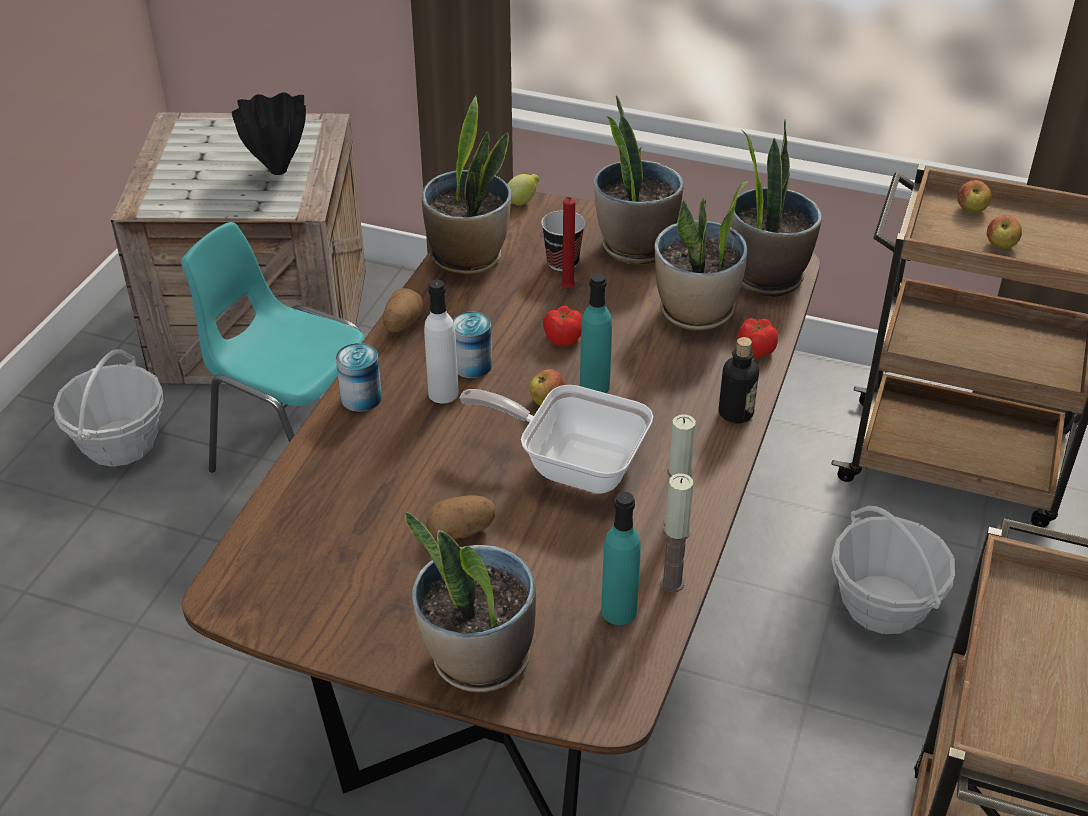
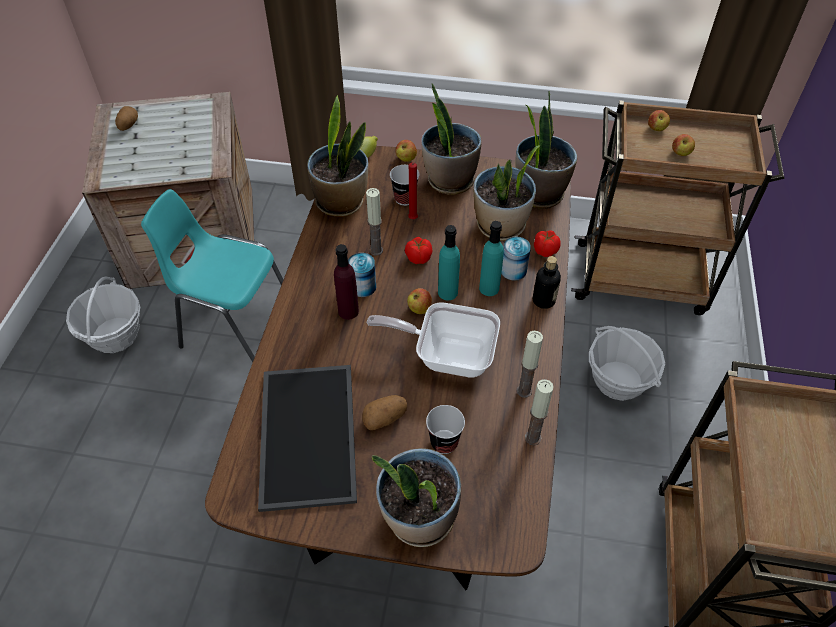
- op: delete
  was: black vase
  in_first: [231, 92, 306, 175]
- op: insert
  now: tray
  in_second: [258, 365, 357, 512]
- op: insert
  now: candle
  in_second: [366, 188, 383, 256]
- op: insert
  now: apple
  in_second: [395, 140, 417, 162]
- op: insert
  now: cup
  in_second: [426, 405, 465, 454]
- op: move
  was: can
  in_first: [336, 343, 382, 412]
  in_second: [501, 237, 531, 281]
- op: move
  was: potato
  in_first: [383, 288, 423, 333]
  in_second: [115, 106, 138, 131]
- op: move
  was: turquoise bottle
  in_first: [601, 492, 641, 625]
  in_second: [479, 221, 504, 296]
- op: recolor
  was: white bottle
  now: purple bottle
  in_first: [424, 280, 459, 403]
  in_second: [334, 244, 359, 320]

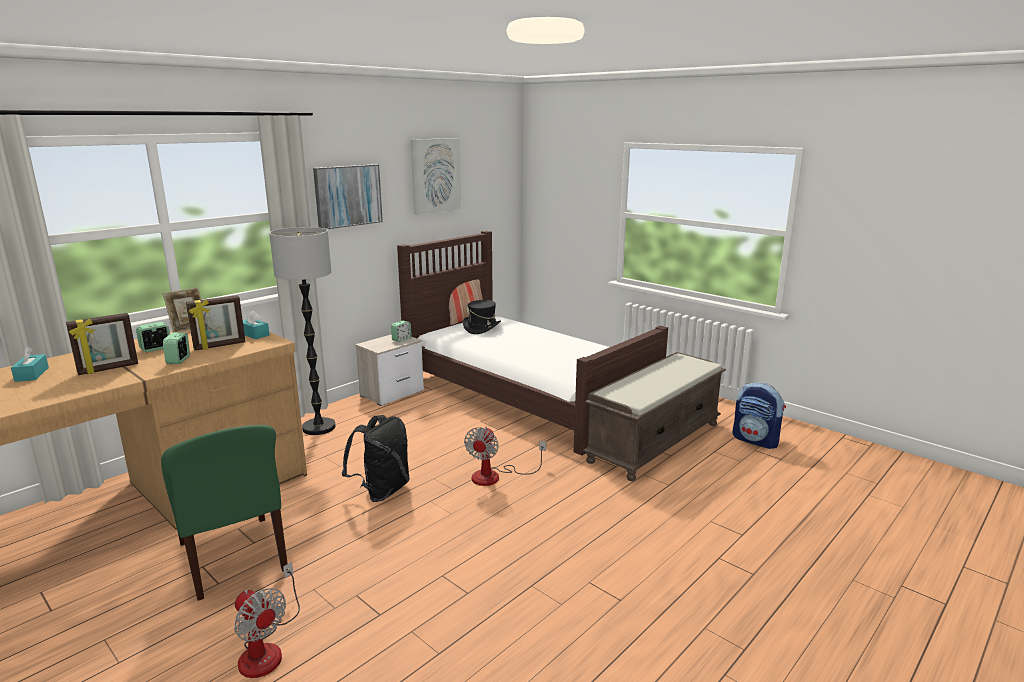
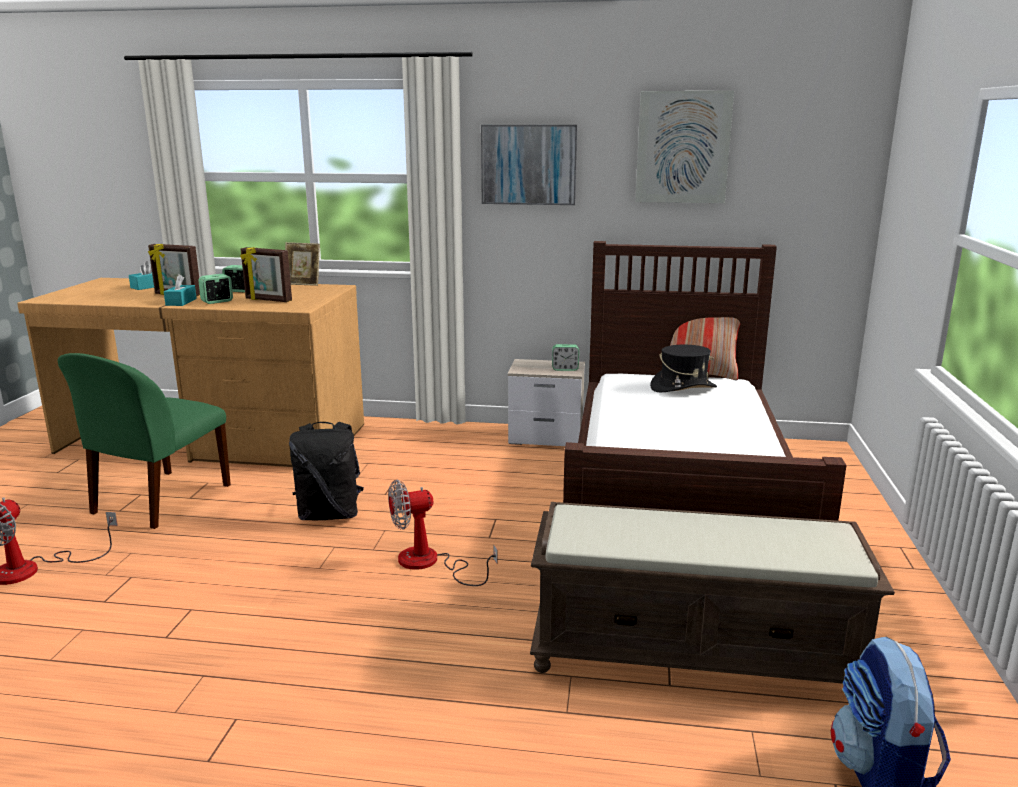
- op: delete
  was: floor lamp
  in_first: [269, 227, 336, 435]
- op: move
  was: turquoise tissue box
  in_first: [243, 310, 269, 339]
  in_second: [164, 274, 197, 306]

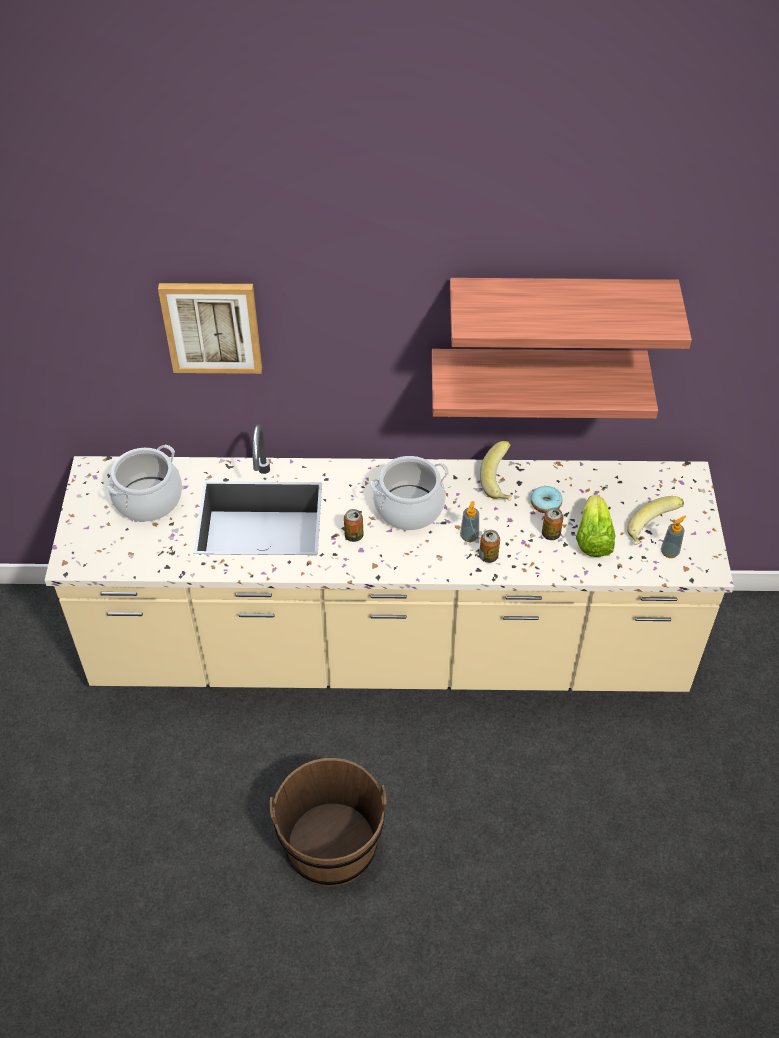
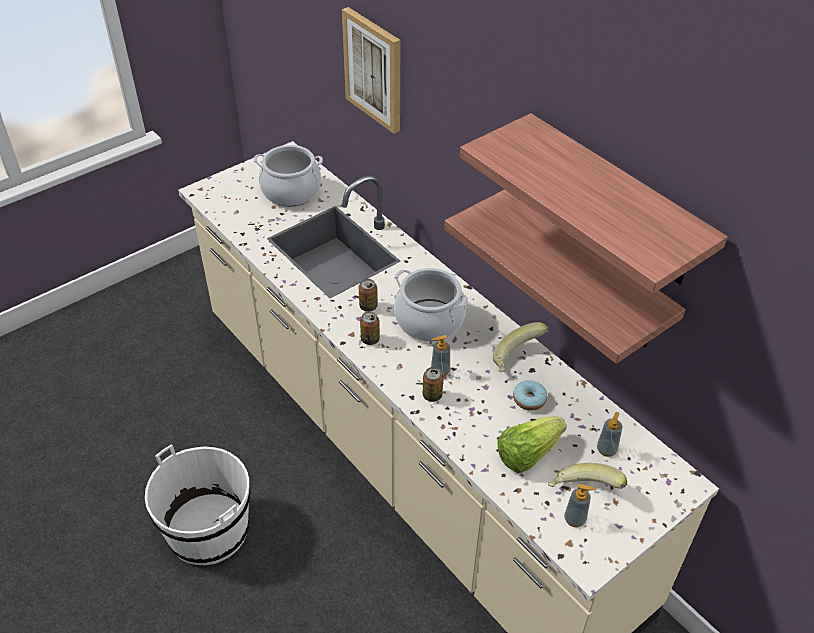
- op: insert
  now: soap dispenser
  in_second: [597, 412, 623, 457]
- op: move
  was: can
  in_first: [542, 508, 564, 540]
  in_second: [360, 311, 380, 345]
- op: recolor
  was: brown bucket
  now: white bucket
  in_first: [270, 758, 387, 887]
  in_second: [145, 444, 250, 565]

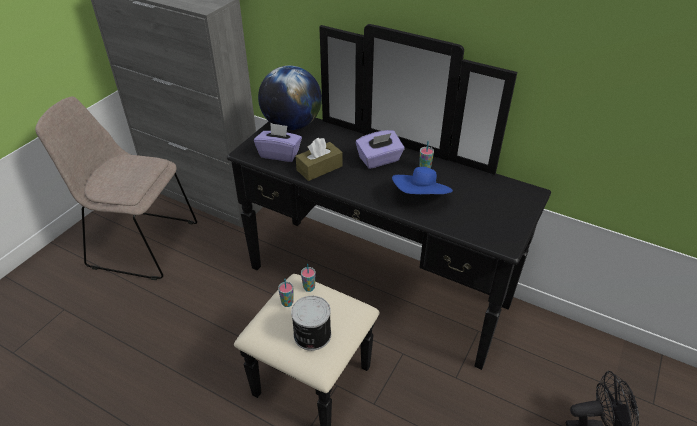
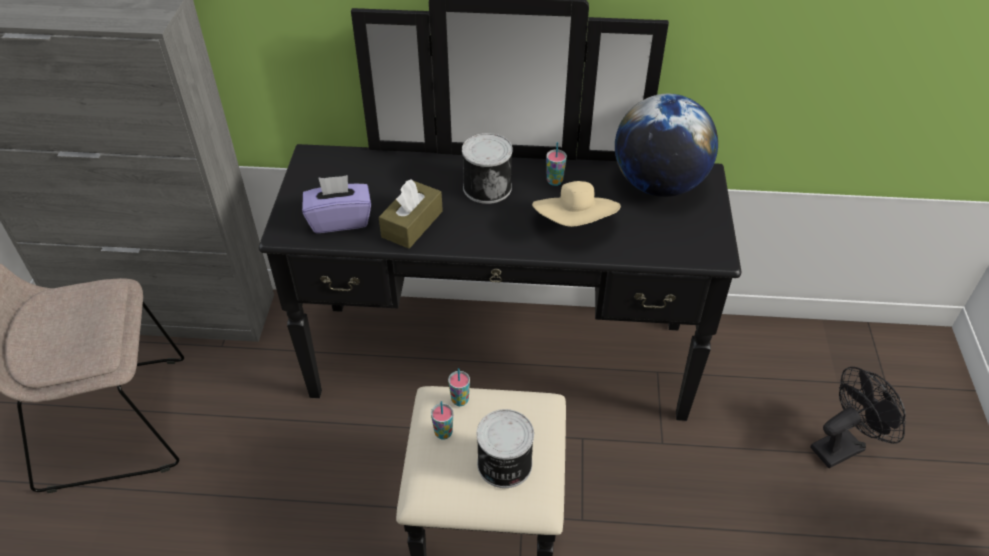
- op: move
  was: globe
  in_first: [258, 65, 322, 130]
  in_second: [615, 94, 718, 197]
- op: replace
  was: purple tissue box
  now: can
  in_first: [356, 130, 404, 169]
  in_second: [462, 133, 513, 204]
- op: recolor
  was: blue hat
  now: beige hat
  in_first: [392, 167, 453, 194]
  in_second: [532, 181, 621, 227]

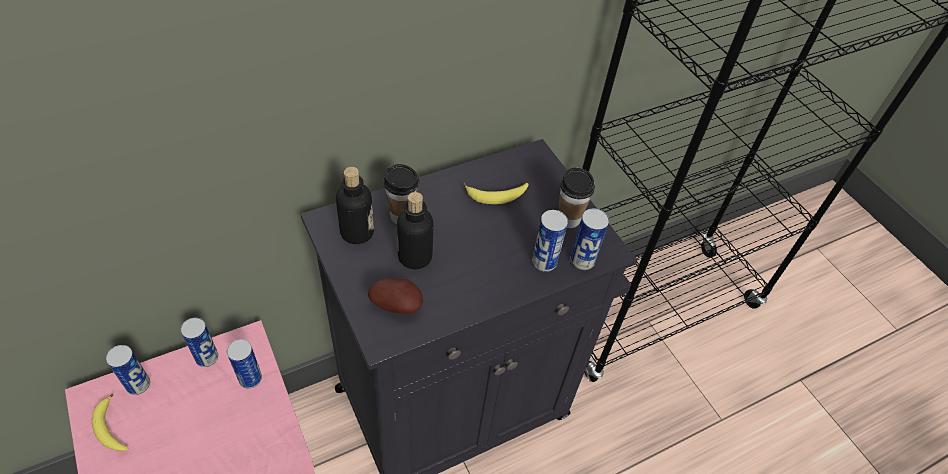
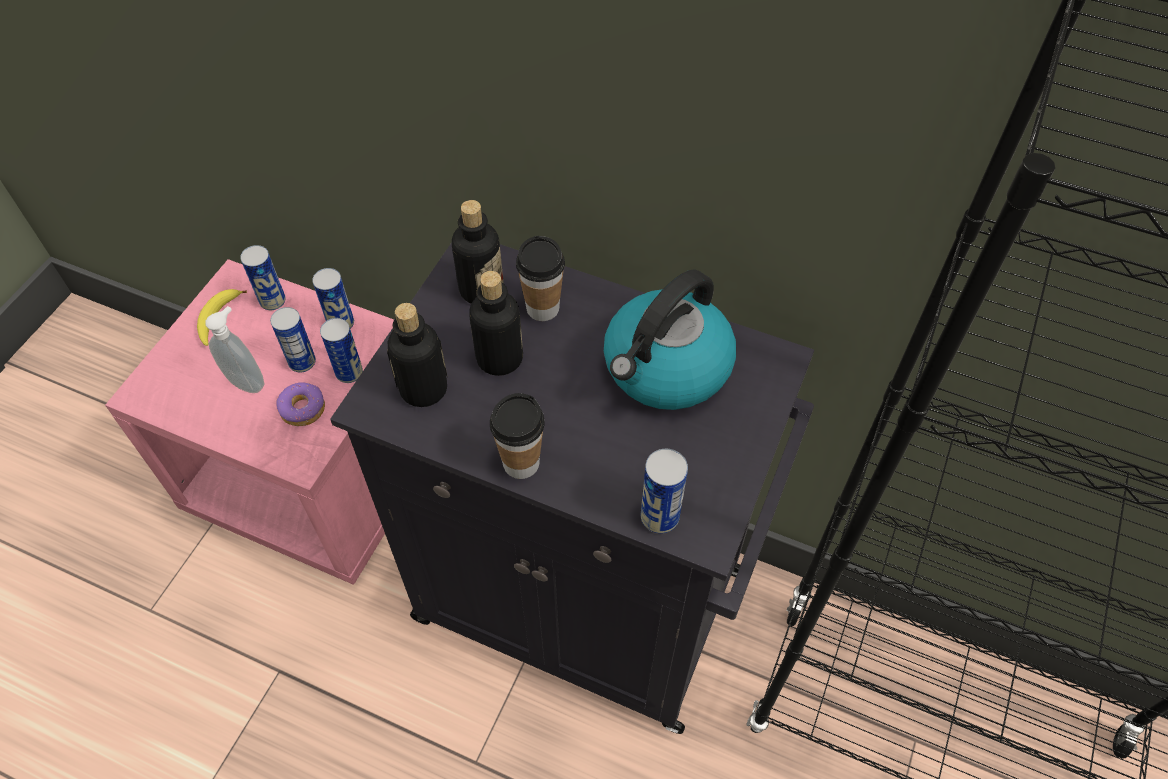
- op: insert
  now: soap dispenser
  in_second: [205, 306, 265, 393]
- op: insert
  now: donut
  in_second: [276, 382, 325, 426]
- op: move
  was: can
  in_first: [532, 210, 568, 272]
  in_second: [270, 307, 316, 373]
- op: move
  was: cup
  in_first: [558, 167, 595, 228]
  in_second: [490, 393, 545, 479]
- op: replace
  was: potato
  now: bottle
  in_first: [368, 277, 423, 314]
  in_second: [387, 303, 447, 407]
- op: replace
  was: banana
  now: kettle
  in_first: [463, 183, 529, 204]
  in_second: [604, 269, 736, 410]

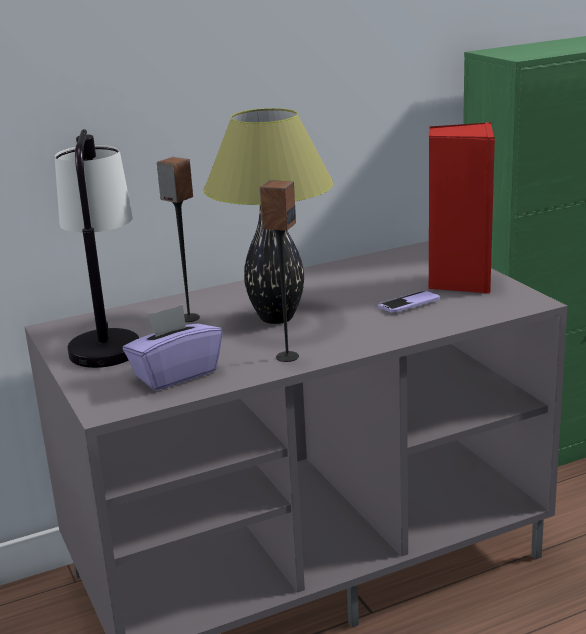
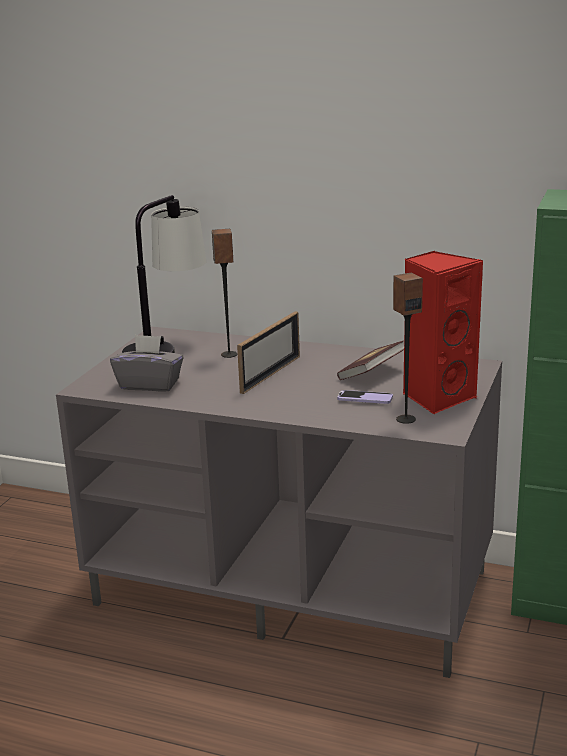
- op: insert
  now: book
  in_second: [337, 341, 404, 380]
- op: move
  was: speaker
  in_first: [260, 180, 299, 362]
  in_second: [393, 273, 423, 424]
- op: replace
  was: table lamp
  now: picture frame
  in_first: [203, 108, 334, 324]
  in_second: [237, 311, 300, 394]
- op: recolor
  was: purple tissue box
  now: grey tissue box
  in_first: [123, 305, 223, 391]
  in_second: [110, 335, 184, 392]

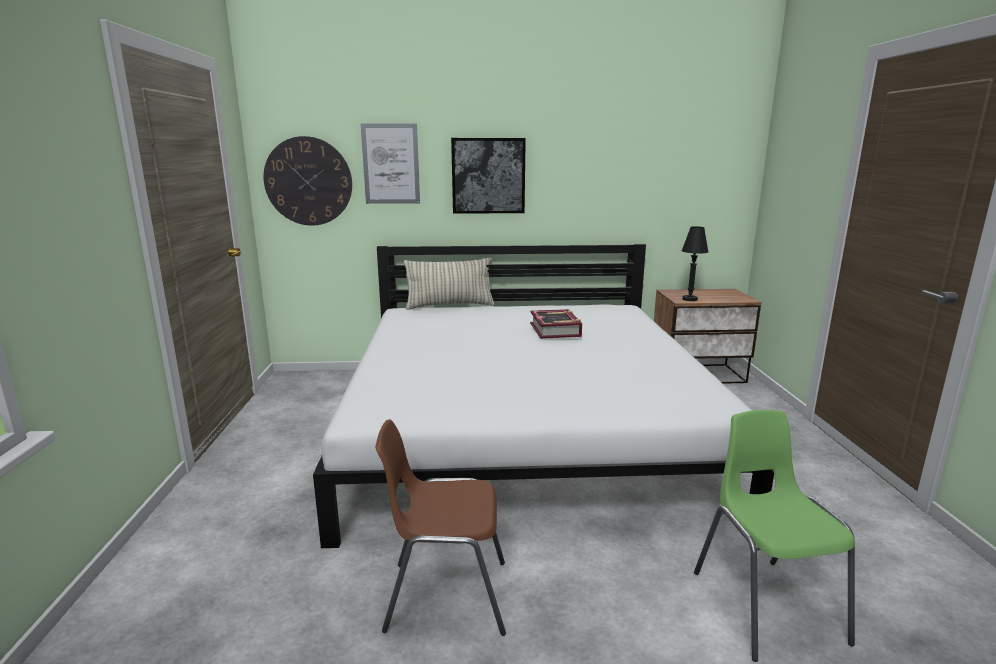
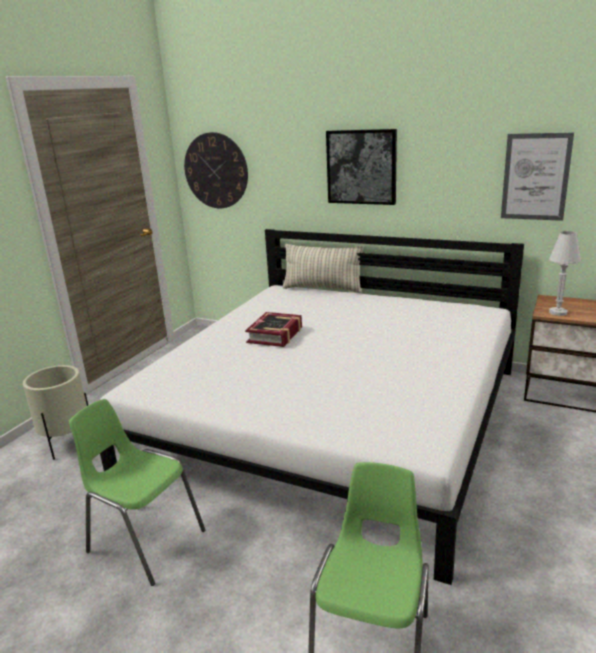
- op: insert
  now: beige planter
  in_second: [23, 365, 88, 460]
- op: move
  was: picture
  in_first: [361, 123, 420, 204]
  in_second: [501, 133, 574, 221]
- op: move
  was: book
  in_first: [530, 309, 582, 339]
  in_second: [245, 312, 302, 347]
- op: recolor
  was: brown chair
  now: green chair
  in_first: [375, 419, 506, 636]
  in_second: [69, 399, 205, 586]
- op: recolor
  was: black table lamp
  now: white table lamp
  in_first: [682, 226, 708, 301]
  in_second: [549, 231, 581, 316]

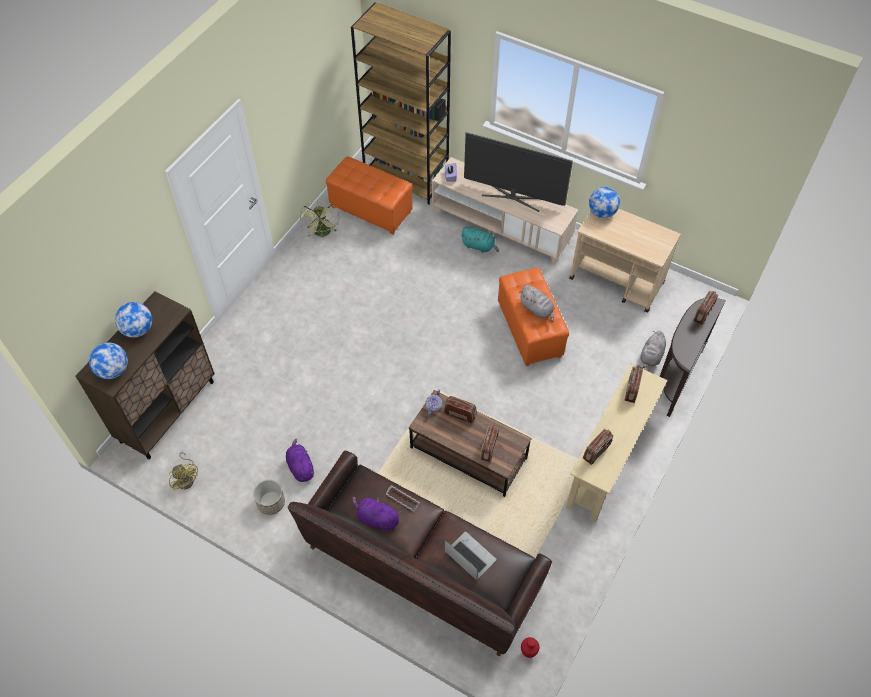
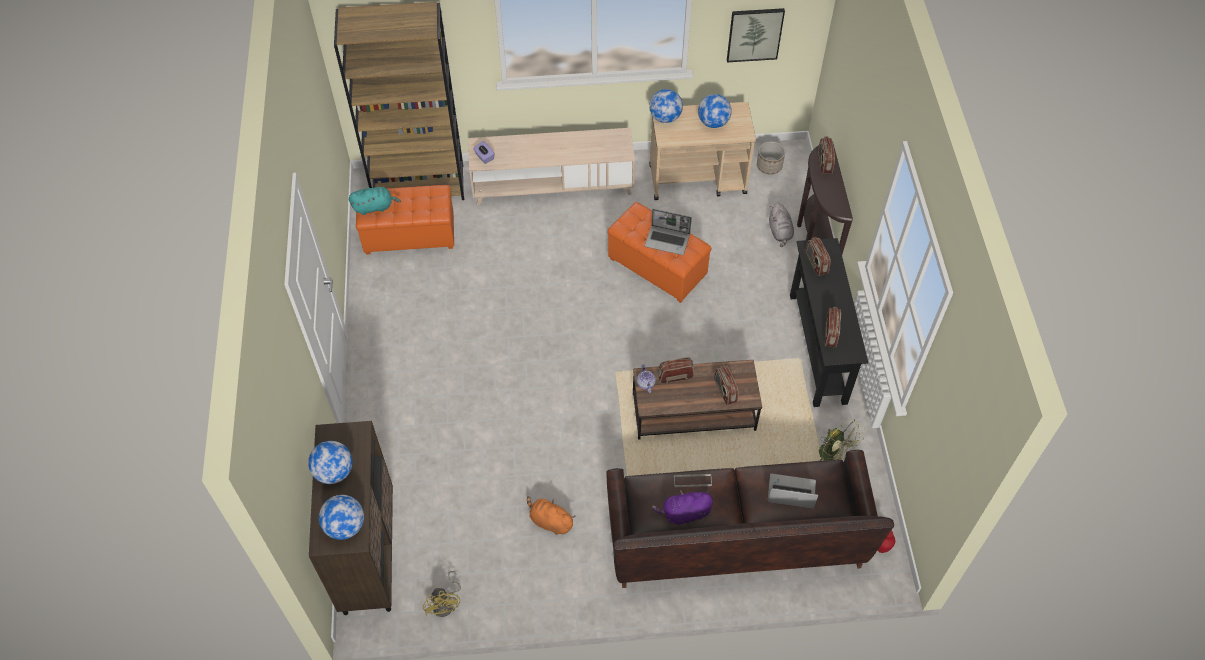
- op: delete
  was: television
  in_first: [464, 132, 573, 212]
- op: insert
  now: globe
  in_second: [698, 94, 732, 128]
- op: insert
  now: picture
  in_second: [727, 8, 785, 62]
- op: move
  was: planter
  in_first: [253, 480, 285, 515]
  in_second: [757, 141, 785, 175]
- op: move
  was: green fan
  in_first: [300, 201, 339, 237]
  in_second: [819, 419, 865, 461]
- op: move
  was: turquoise plush toy
  in_first: [461, 227, 499, 253]
  in_second: [349, 187, 401, 215]
- op: replace
  was: grey plush toy
  now: laptop
  in_first: [519, 285, 554, 323]
  in_second: [645, 209, 692, 255]
- op: recolor
  was: purple plush toy
  now: orange plush toy
  in_first: [286, 438, 315, 482]
  in_second: [527, 496, 576, 535]
- op: recolor
  was: beige console table
  now: black console table
  in_first: [566, 364, 668, 523]
  in_second: [790, 238, 868, 407]
- op: rotate
  was: yellow fan
  in_first: [169, 452, 198, 491]
  in_second: [423, 571, 461, 617]
  clockwise: 60

